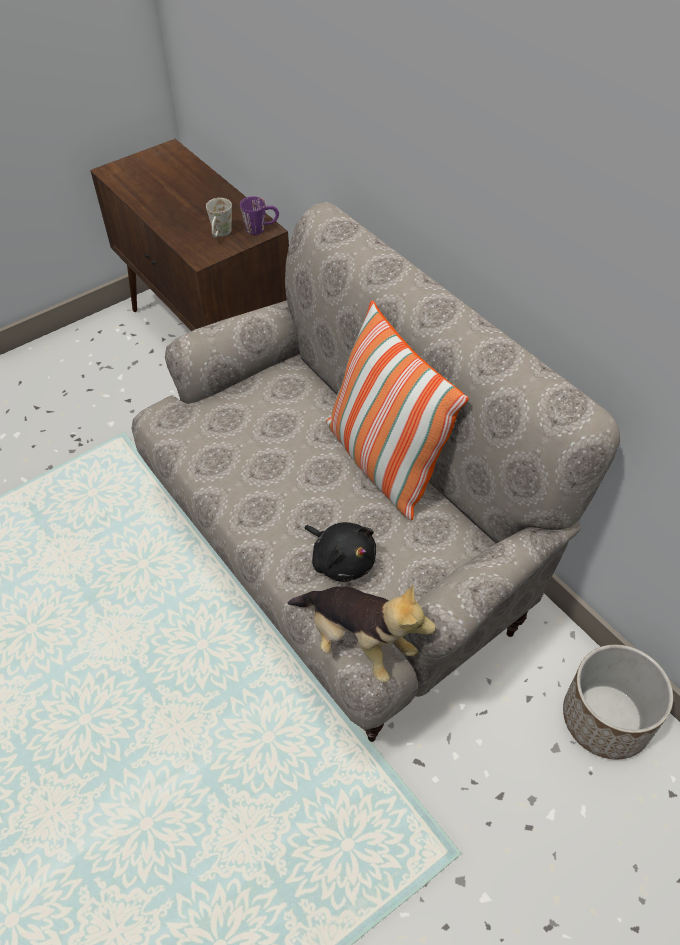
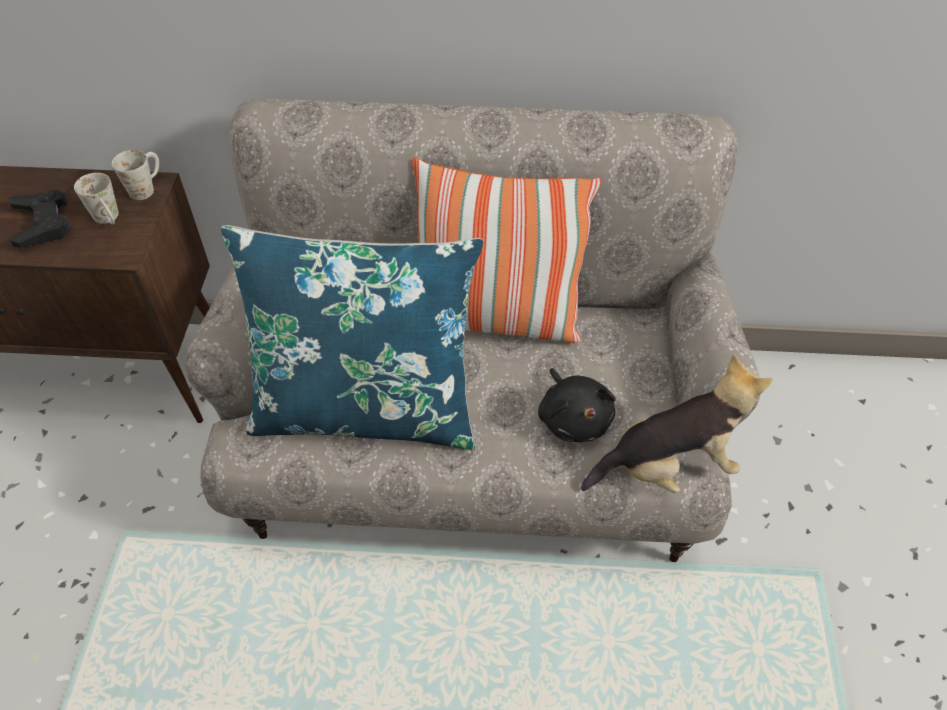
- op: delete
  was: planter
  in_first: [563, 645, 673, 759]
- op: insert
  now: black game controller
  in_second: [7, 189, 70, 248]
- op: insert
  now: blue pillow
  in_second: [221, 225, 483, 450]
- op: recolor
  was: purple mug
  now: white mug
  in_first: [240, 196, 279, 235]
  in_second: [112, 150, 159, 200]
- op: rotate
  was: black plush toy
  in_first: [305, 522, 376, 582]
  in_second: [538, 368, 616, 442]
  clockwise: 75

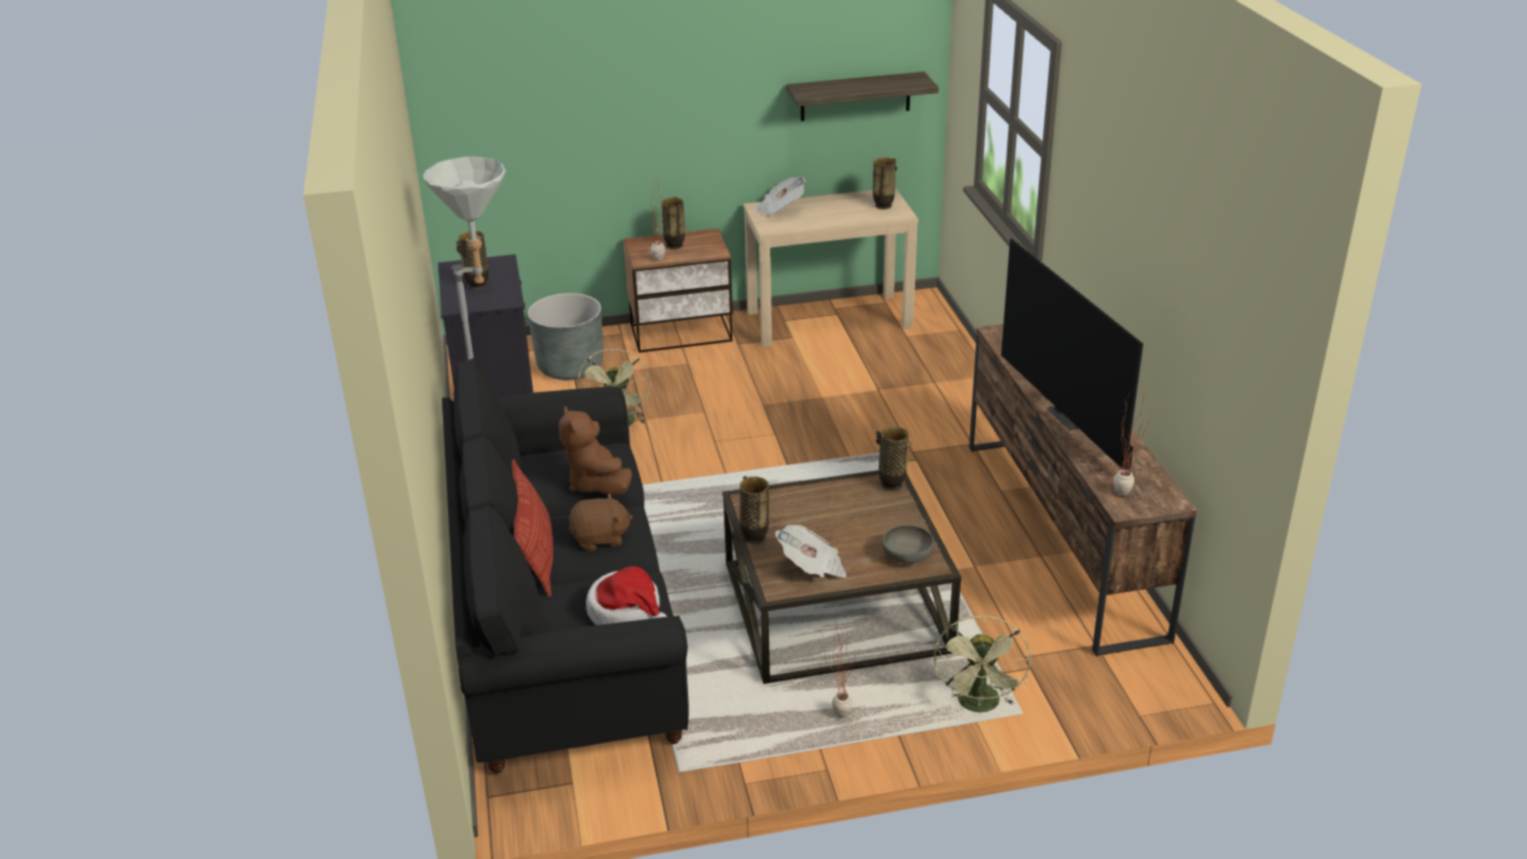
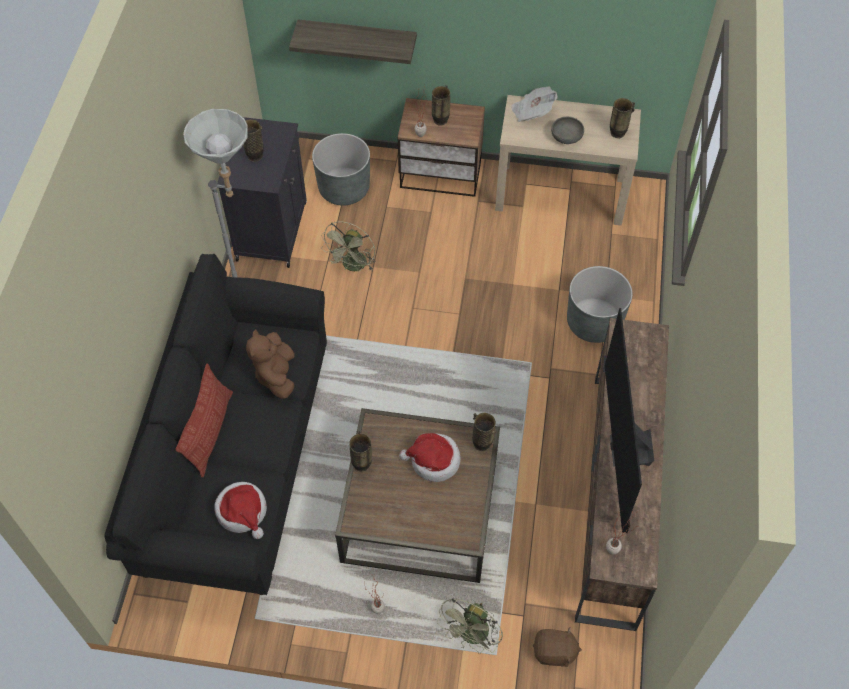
- op: delete
  was: newspaper
  in_first: [775, 525, 847, 578]
- op: insert
  now: hat
  in_second: [399, 433, 461, 482]
- op: insert
  now: grey planter
  in_second: [567, 266, 633, 343]
- op: move
  was: brown plush toy
  in_first: [568, 493, 633, 551]
  in_second: [533, 627, 582, 667]
- op: move
  was: shelf
  in_first: [786, 72, 939, 121]
  in_second: [289, 19, 417, 64]
- op: move
  was: grey bowl
  in_first: [882, 525, 934, 564]
  in_second: [551, 117, 584, 144]

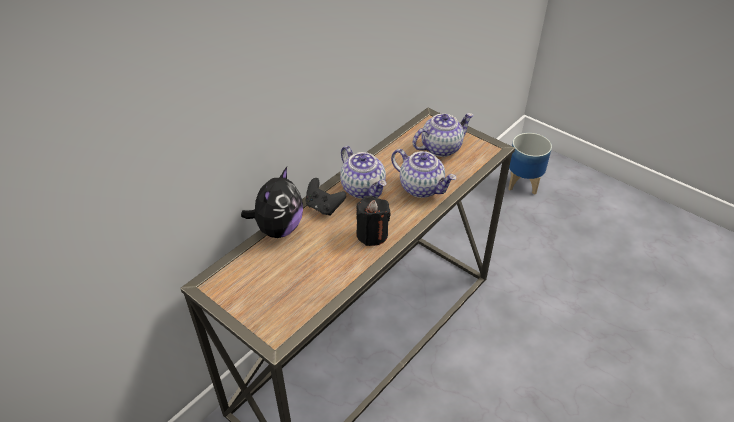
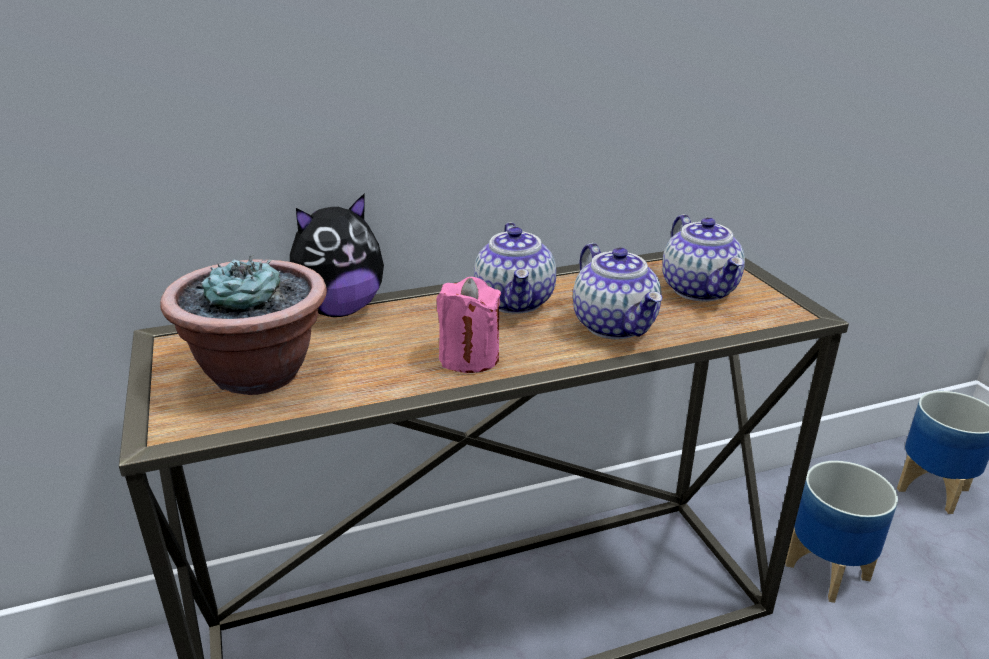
- op: delete
  was: black game controller
  in_first: [306, 178, 346, 216]
- op: insert
  now: potted plant
  in_second: [160, 254, 327, 395]
- op: insert
  now: planter
  in_second: [785, 461, 898, 603]
- op: recolor
  was: black candle
  now: pink candle
  in_first: [356, 196, 390, 246]
  in_second: [436, 277, 501, 373]
- op: rotate
  was: teapot
  in_first: [413, 113, 473, 157]
  in_second: [662, 214, 745, 301]
  clockwise: 75

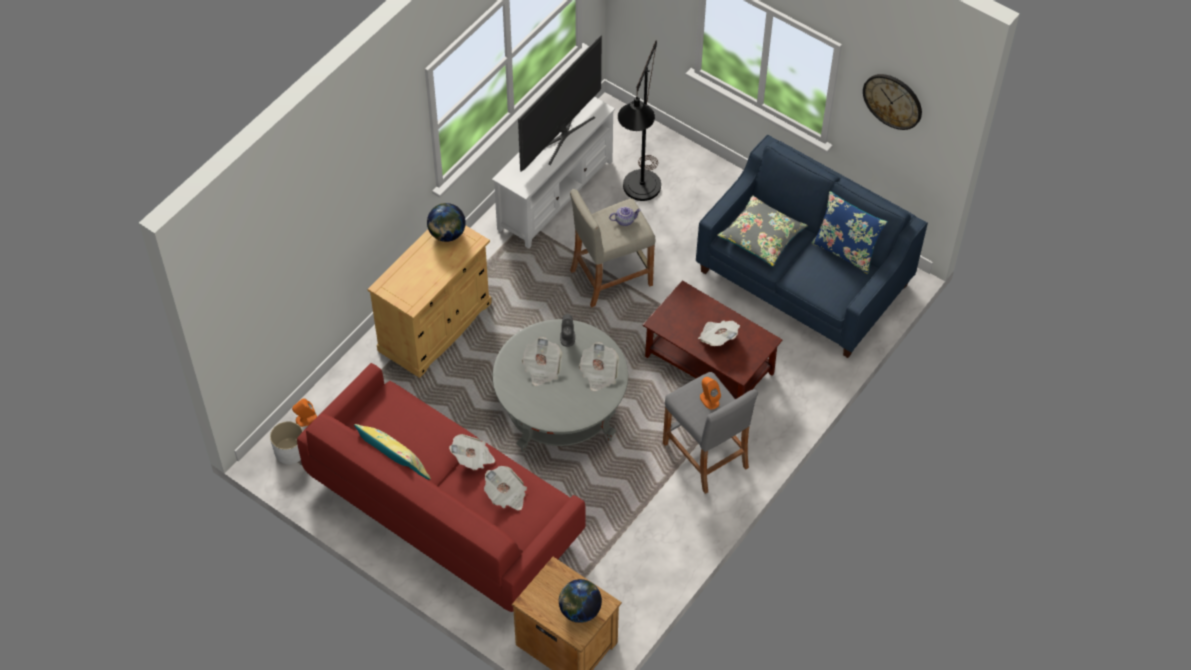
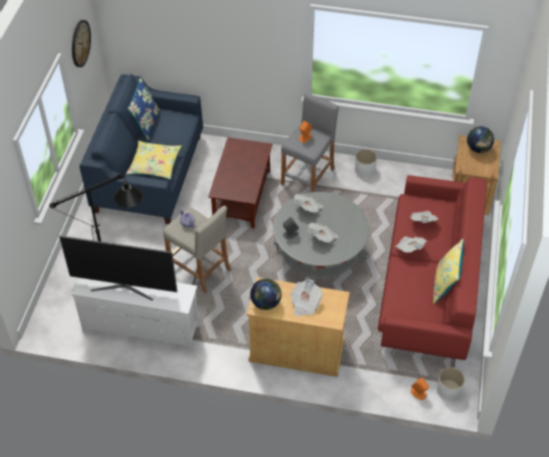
- op: insert
  now: white planter
  in_second: [355, 149, 377, 177]
- op: move
  was: newspaper
  in_first: [698, 320, 740, 346]
  in_second: [290, 279, 323, 316]
- op: recolor
  was: grey pillow
  now: yellow pillow
  in_first: [717, 195, 808, 266]
  in_second: [126, 141, 182, 180]

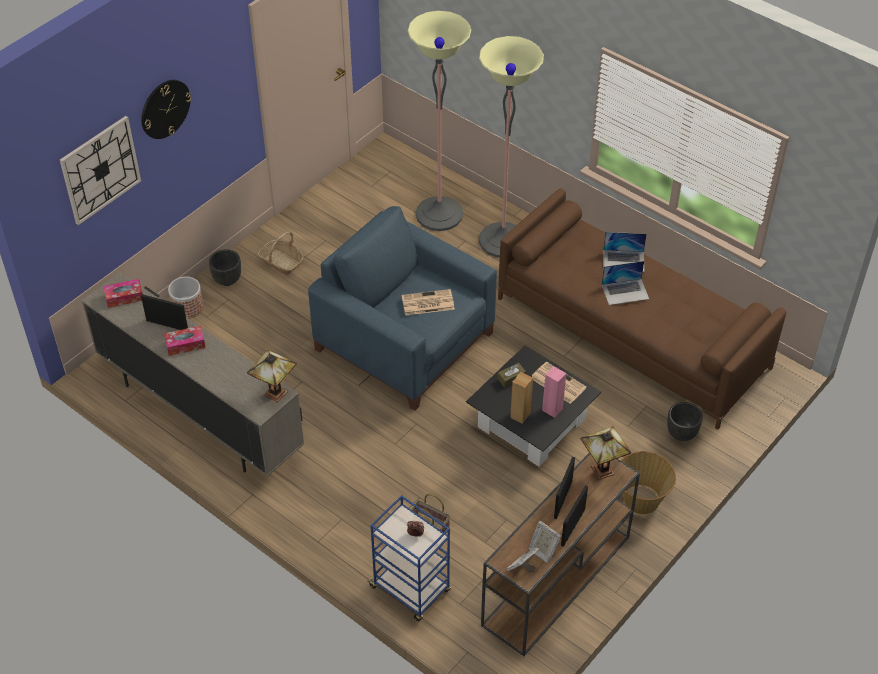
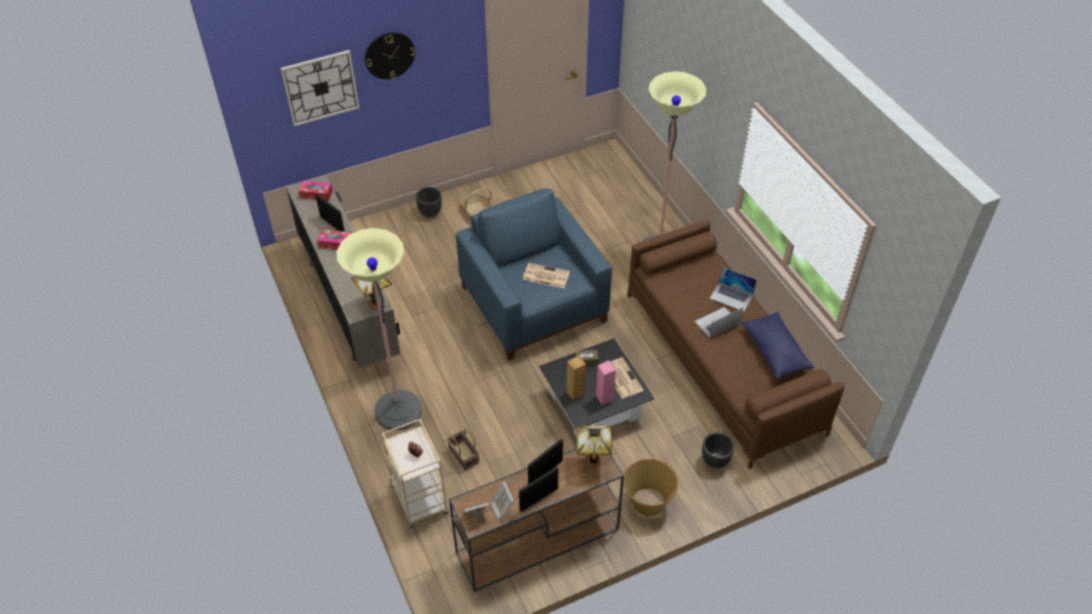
- op: delete
  was: planter
  in_first: [168, 276, 204, 319]
- op: insert
  now: blue pillow
  in_second: [741, 312, 815, 380]
- op: move
  was: floor lamp
  in_first: [408, 11, 471, 231]
  in_second: [336, 228, 422, 430]
- op: recolor
  was: blue cart
  now: beige cart
  in_first: [367, 495, 451, 621]
  in_second: [382, 419, 449, 528]
- op: rotate
  was: laptop
  in_first: [602, 261, 649, 305]
  in_second: [694, 307, 743, 338]
  clockwise: 135

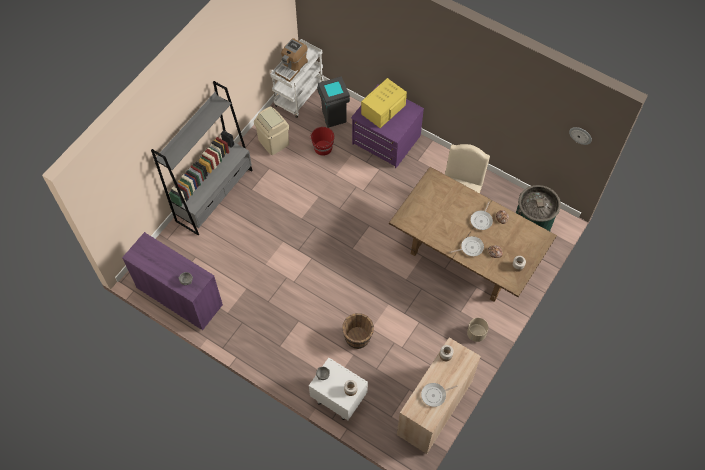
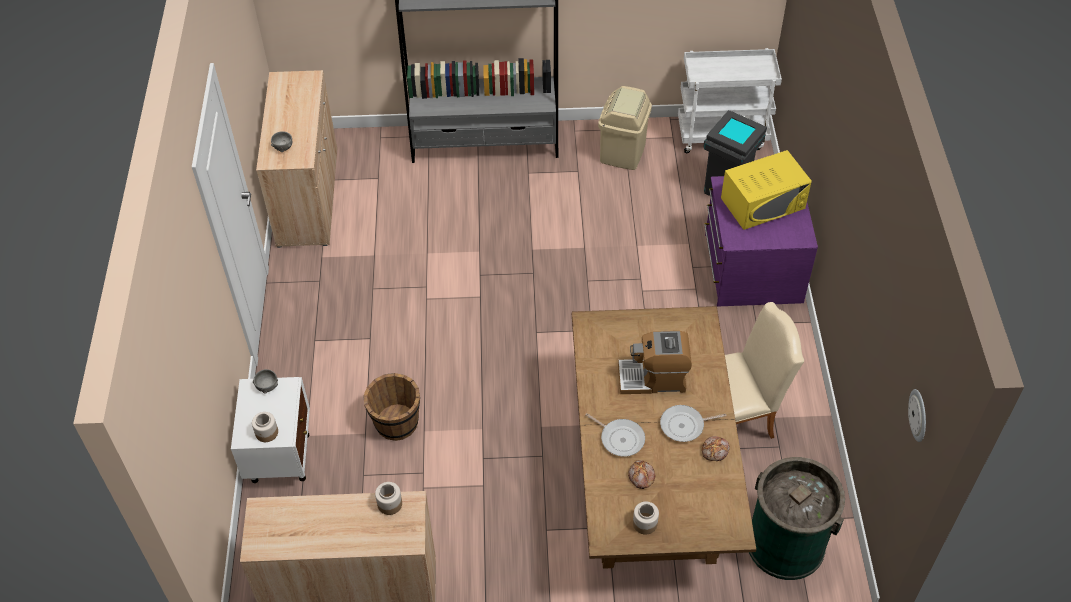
- op: delete
  was: red bucket
  in_first: [310, 127, 335, 156]
- op: delete
  was: frying pan
  in_first: [421, 383, 458, 407]
- op: delete
  was: beige planter
  in_first: [467, 318, 489, 342]
- op: move
  was: coffee machine
  in_first: [275, 38, 308, 82]
  in_second: [618, 331, 692, 394]
- op: recolor
  was: purple cabinet
  now: beige cabinet
  in_first: [122, 232, 223, 330]
  in_second: [256, 70, 337, 248]
- op: rotate
  was: yellow microwave
  in_first: [361, 78, 407, 128]
  in_second: [721, 150, 812, 230]
  clockwise: 150

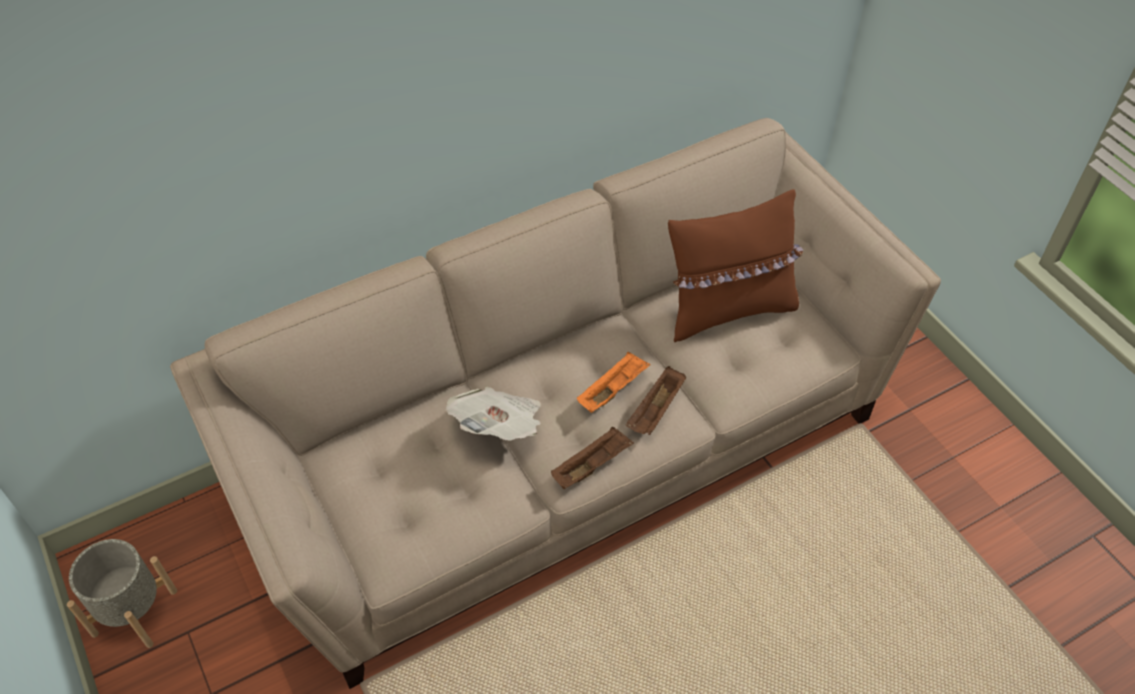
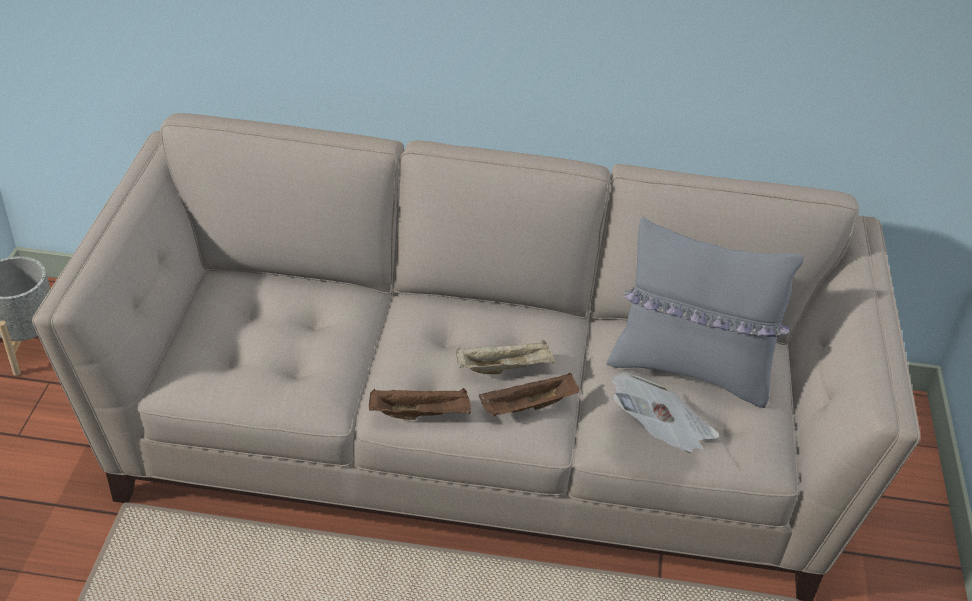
- op: move
  was: newspaper
  in_first: [446, 387, 541, 441]
  in_second: [612, 372, 719, 454]
- op: recolor
  was: orange tray
  now: beige tray
  in_first: [577, 352, 651, 413]
  in_second: [456, 340, 555, 374]
- op: recolor
  was: brown pillow
  now: grey pillow
  in_first: [668, 189, 803, 342]
  in_second: [606, 217, 804, 408]

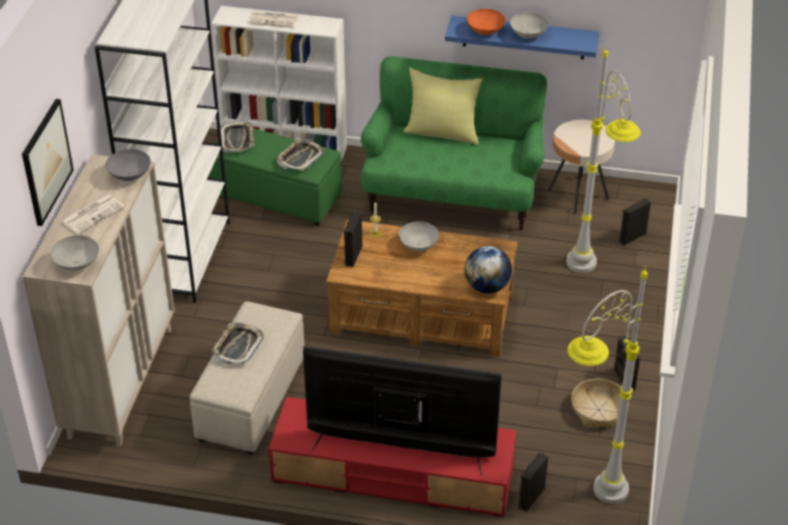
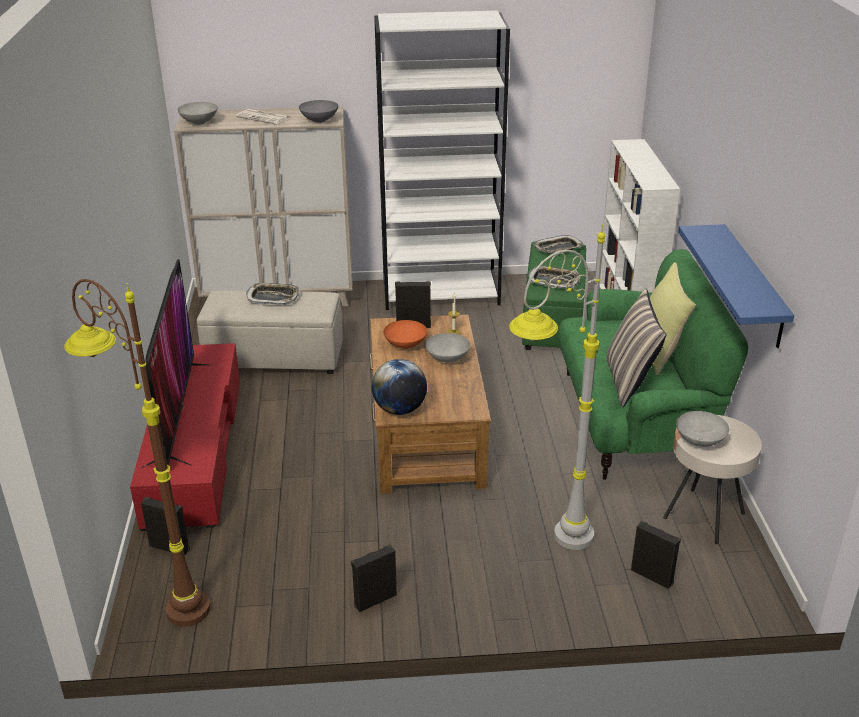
- op: delete
  was: picture
  in_first: [22, 99, 74, 226]
- op: delete
  was: newspaper
  in_first: [248, 11, 299, 28]
- op: delete
  was: basket
  in_first: [571, 378, 629, 428]
- op: insert
  now: pillow
  in_second: [606, 288, 666, 407]
- op: move
  was: orange bowl
  in_first: [467, 9, 506, 35]
  in_second: [383, 320, 427, 349]
- op: move
  was: grey bowl
  in_first: [510, 12, 549, 39]
  in_second: [676, 411, 729, 447]
- op: recolor
  was: grey floor lamp
  now: brown floor lamp
  in_first: [567, 266, 648, 504]
  in_second: [64, 279, 210, 627]

